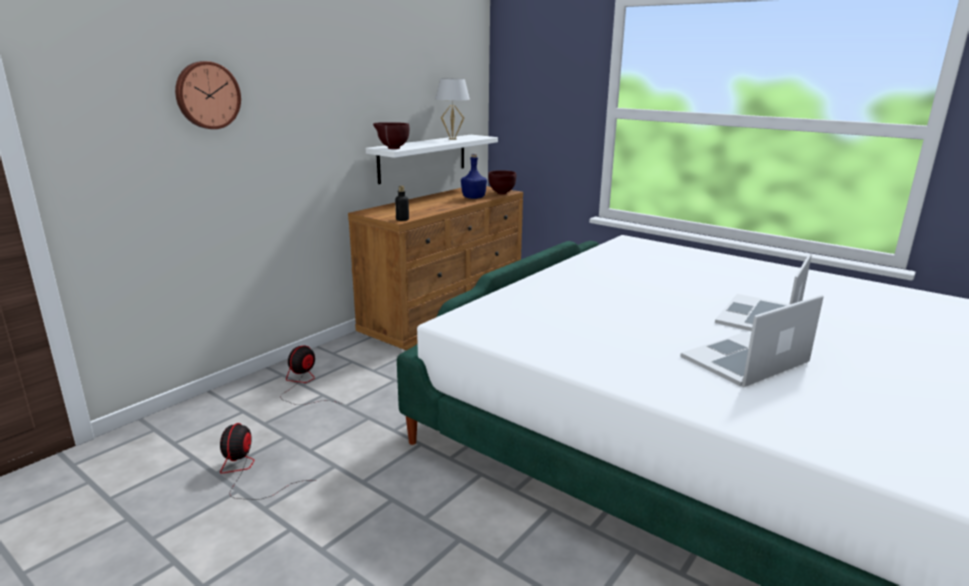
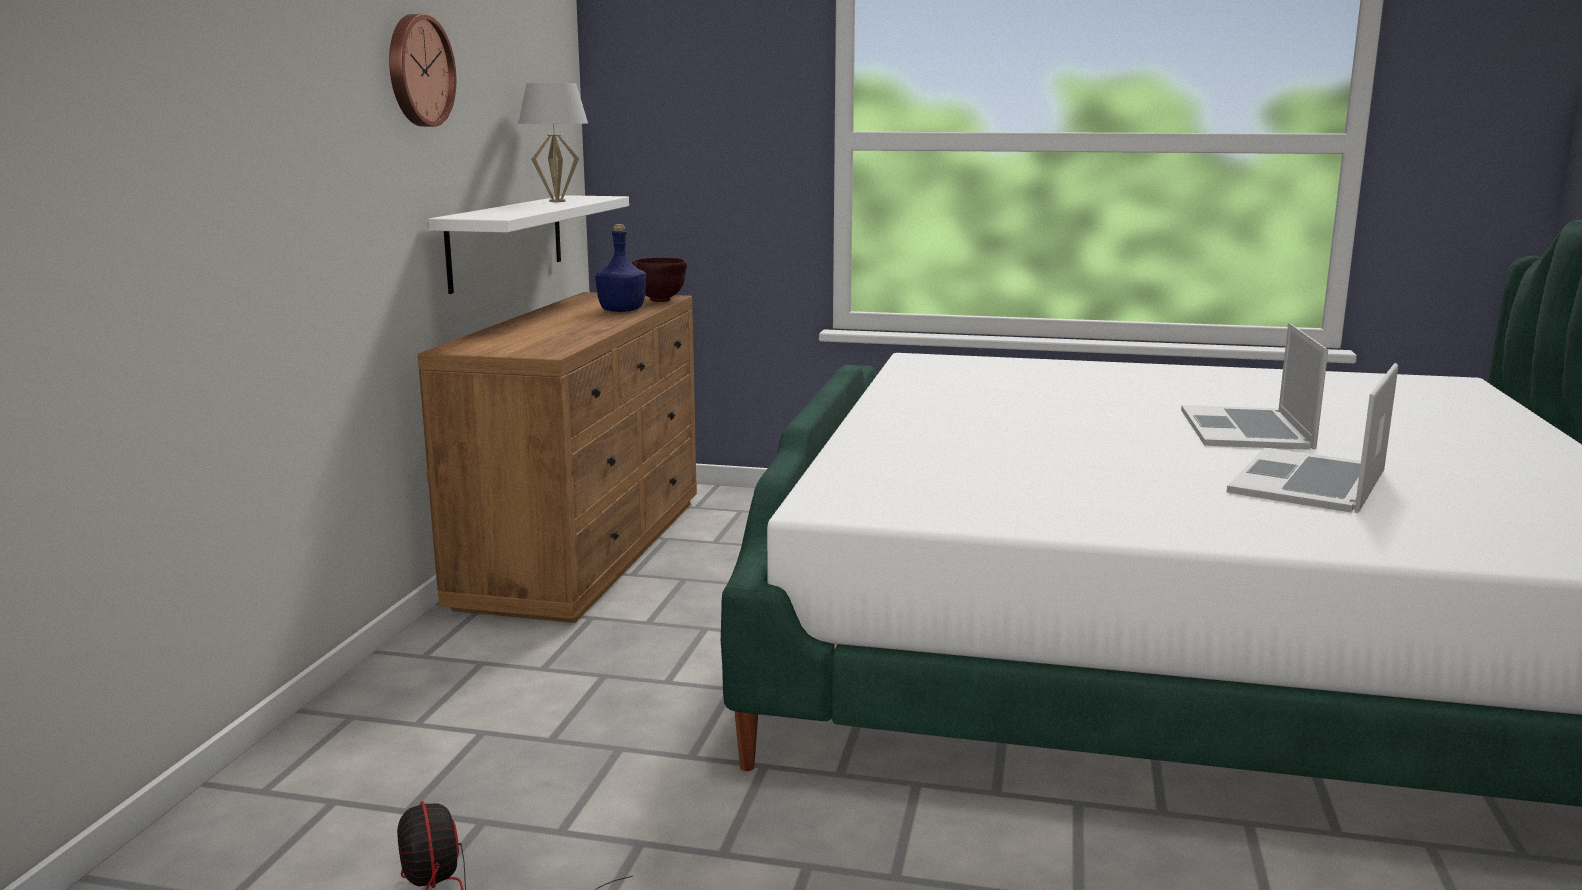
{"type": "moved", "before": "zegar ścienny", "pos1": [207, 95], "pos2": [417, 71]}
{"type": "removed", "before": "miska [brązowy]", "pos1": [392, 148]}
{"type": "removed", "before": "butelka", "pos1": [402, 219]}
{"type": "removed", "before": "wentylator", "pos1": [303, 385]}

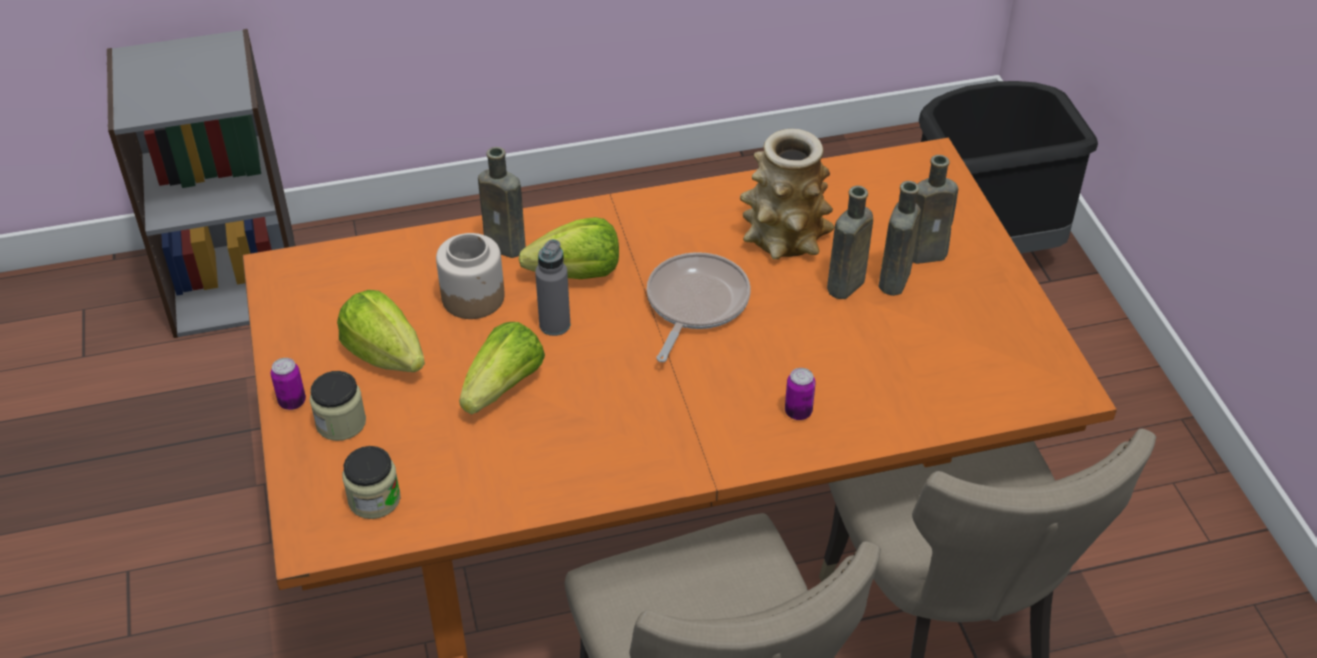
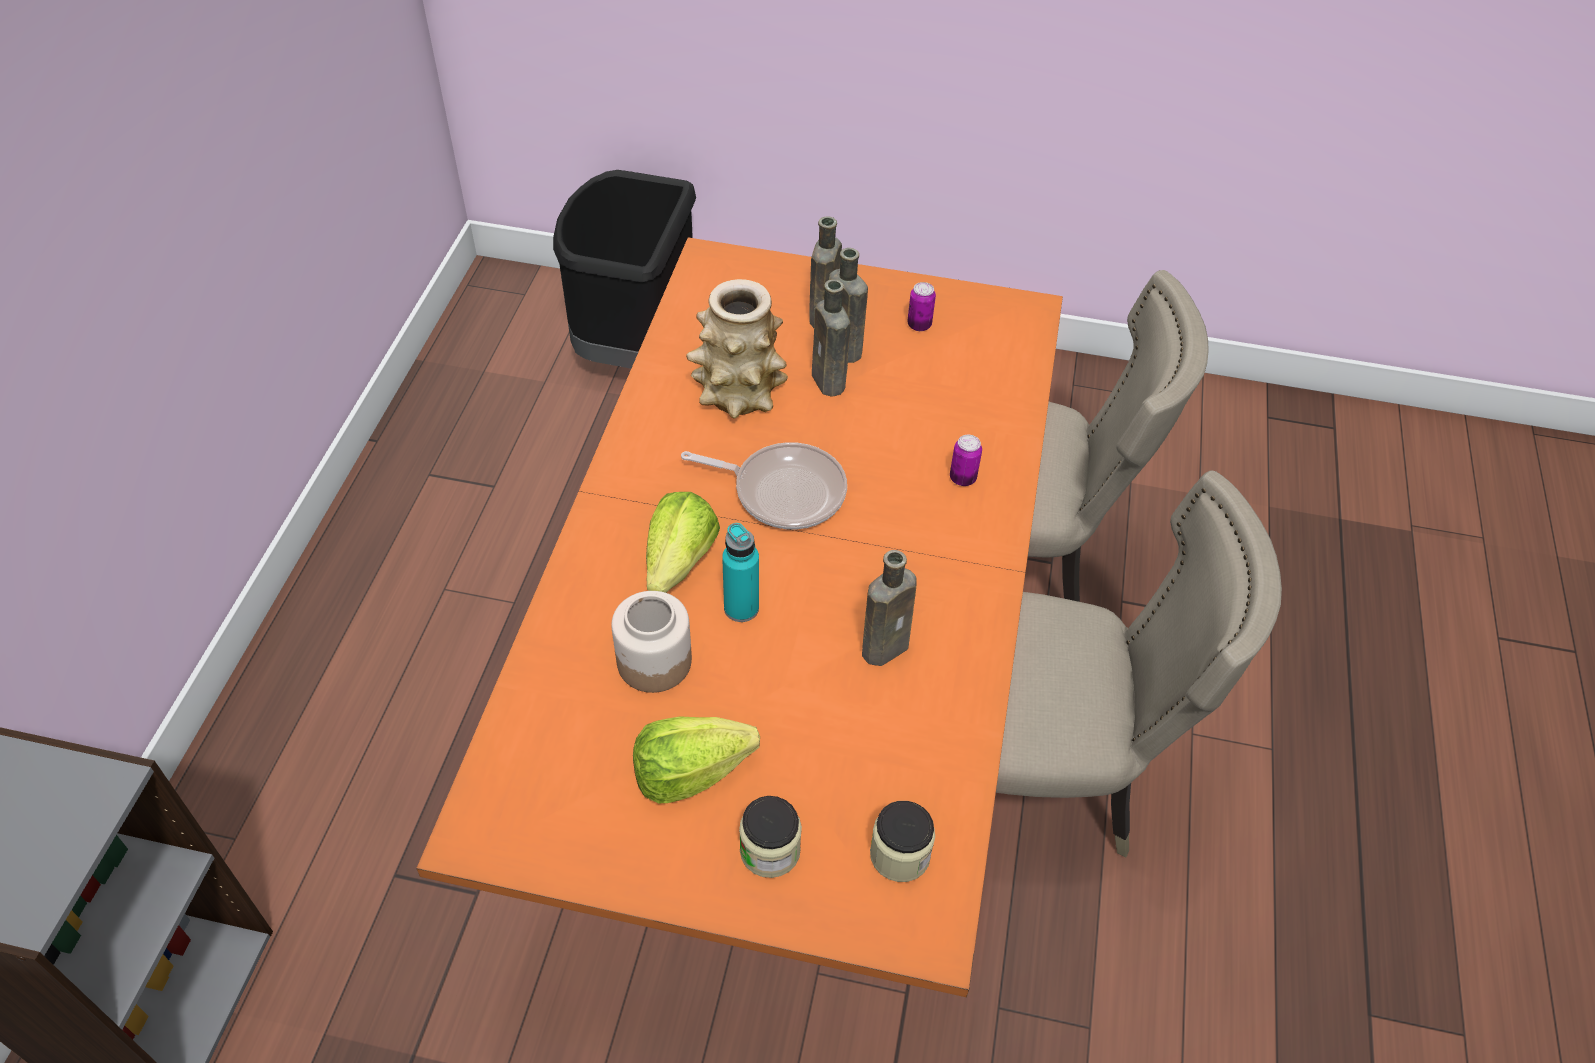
{"type": "moved", "before": "butelka [brązowy]", "pos1": [508, 247], "pos2": [887, 646]}
{"type": "recoloured", "before": "butelka [szary]", "after": "butelka [turkusowy]", "pos1": [554, 325], "pos2": [741, 608]}
{"type": "turned", "before": "patelnia", "pos1": [694, 304], "pos2": [783, 491], "turn": 150}
{"type": "removed", "before": "sałata", "pos1": [504, 387]}
{"type": "moved", "before": "puszka", "pos1": [292, 402], "pos2": [919, 325]}

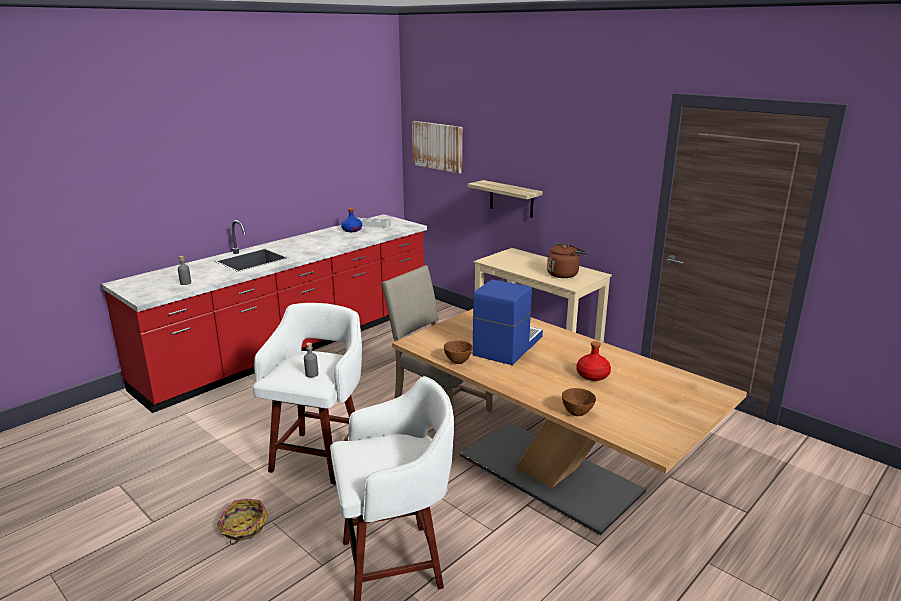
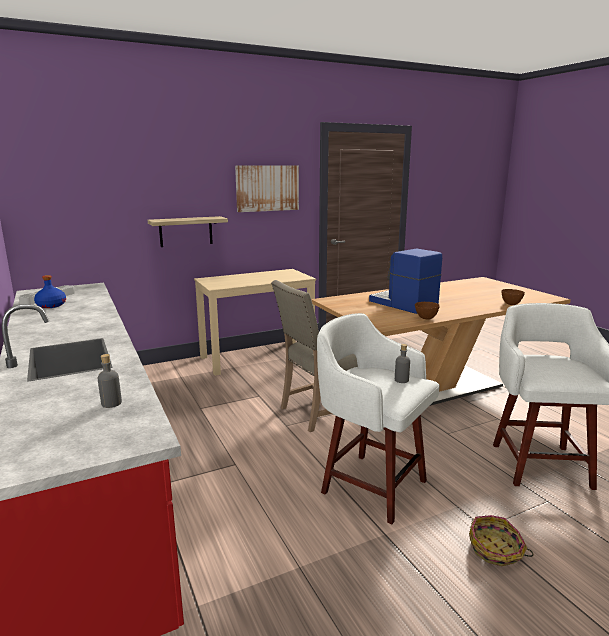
{"type": "moved", "before": "obraz", "pos1": [437, 146], "pos2": [267, 188]}
{"type": "removed", "before": "czajnik [brązowy]", "pos1": [564, 274]}
{"type": "removed", "before": "butelka [czerwony]", "pos1": [593, 375]}

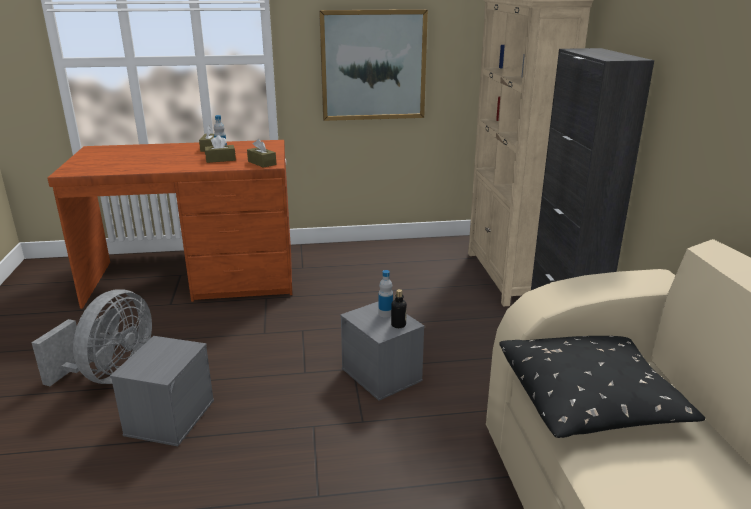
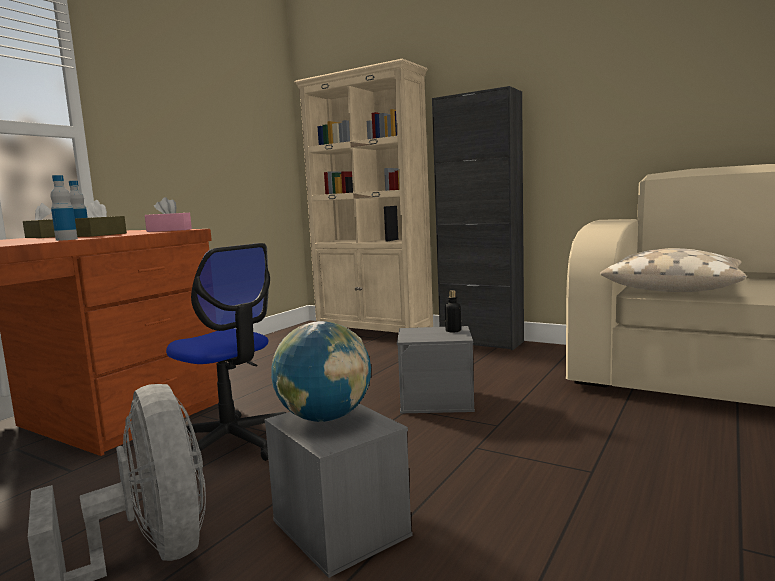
{"type": "removed", "before": "obraz", "pos1": [373, 65]}
{"type": "recoloured", "before": "pudełko chusteczek [brązowy]", "after": "pudełko chusteczek [różowy]", "pos1": [262, 163], "pos2": [169, 230]}
{"type": "moved", "before": "butelka", "pos1": [385, 313], "pos2": [66, 239]}
{"type": "recoloured", "before": "poduszka [czarny]", "after": "poduszka [beżowy]", "pos1": [590, 398], "pos2": [672, 286]}
{"type": "added", "after": "krzesło biurowe", "pos2": [232, 443]}
{"type": "added", "after": "globus", "pos2": [324, 418]}

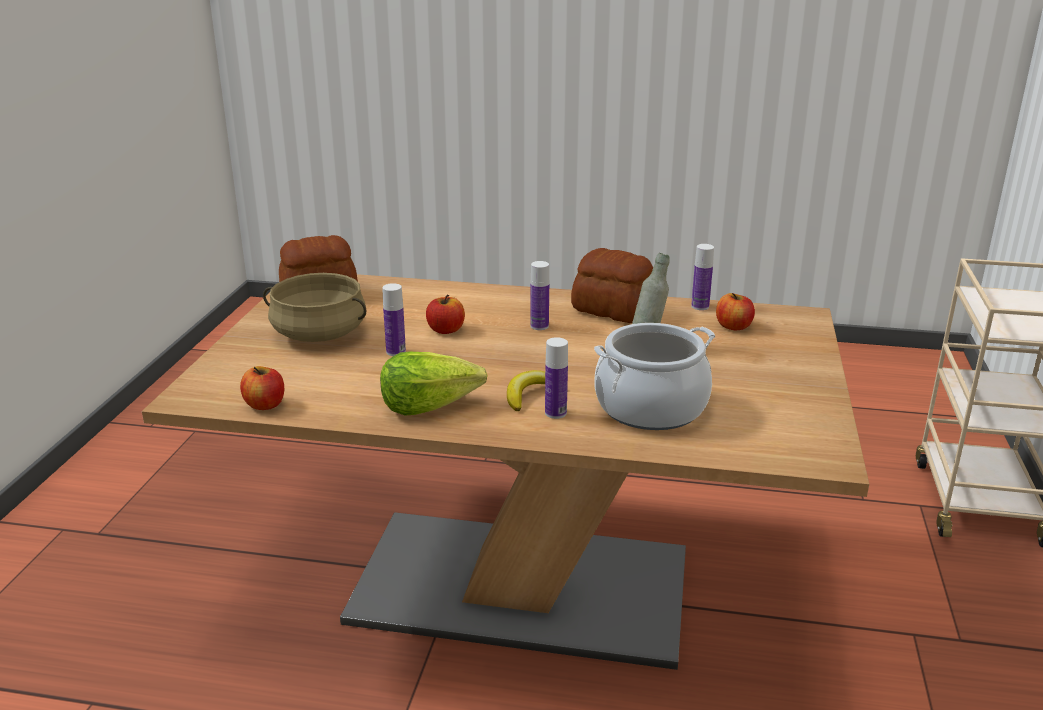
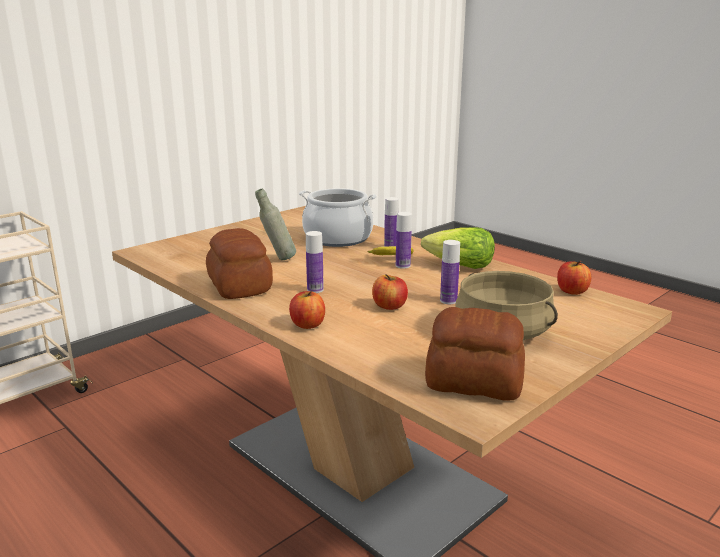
{"type": "moved", "before": "butelka", "pos1": [700, 306], "pos2": [403, 266]}
{"type": "moved", "before": "jabłko", "pos1": [733, 326], "pos2": [307, 324]}

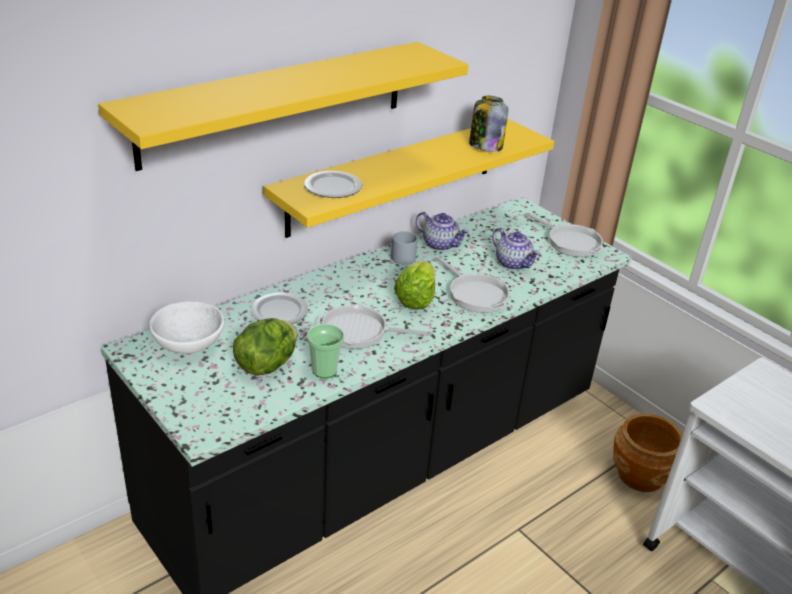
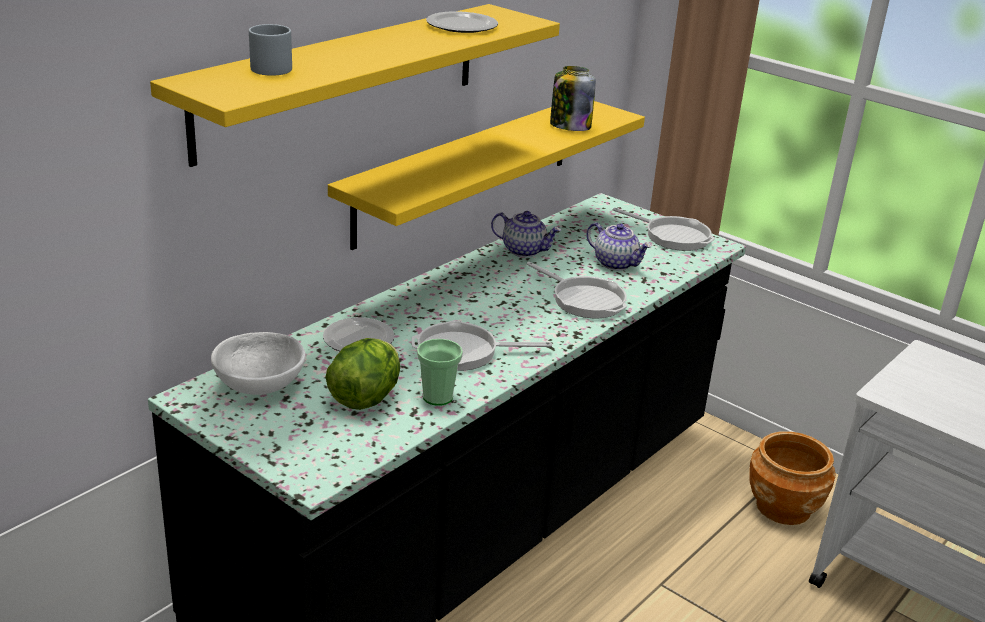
{"type": "moved", "before": "talerz", "pos1": [333, 187], "pos2": [462, 26]}
{"type": "moved", "before": "kubek [szary]", "pos1": [405, 256], "pos2": [274, 67]}
{"type": "removed", "before": "sałata", "pos1": [416, 299]}

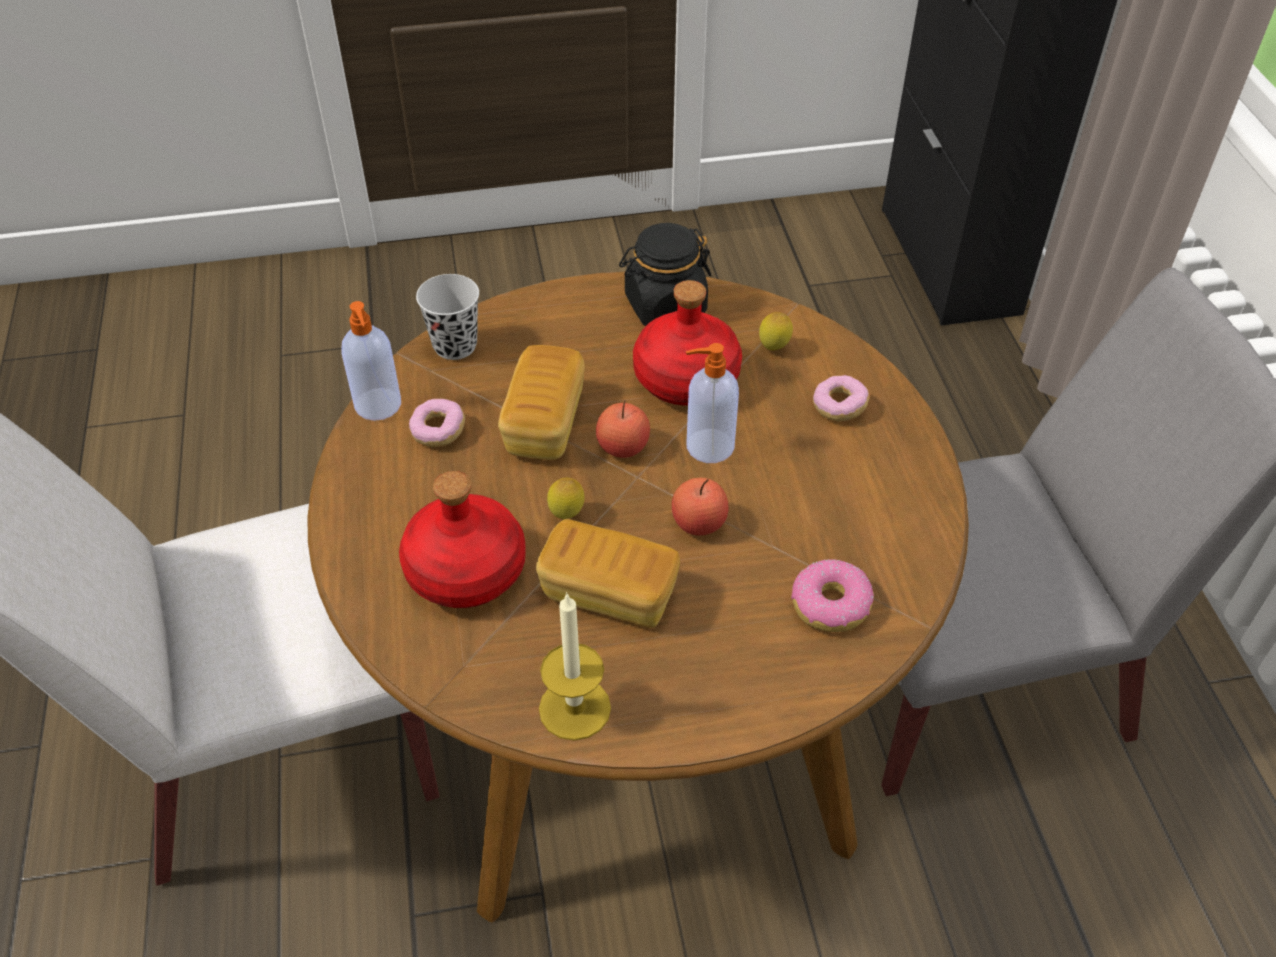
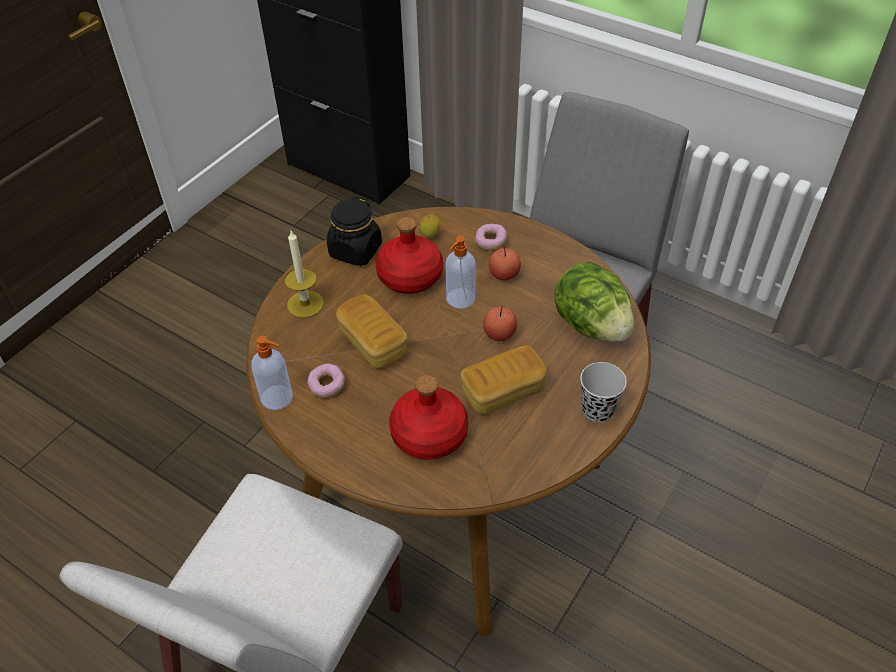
{"type": "moved", "before": "filiżanka [czarny]", "pos1": [455, 345], "pos2": [597, 410]}
{"type": "moved", "before": "jabłko", "pos1": [623, 447], "pos2": [504, 274]}
{"type": "removed", "before": "cytryna", "pos1": [567, 515]}
{"type": "replaced", "before": "donut", "after": "sałata", "pos1": [830, 604], "pos2": [591, 325]}
{"type": "moved", "before": "świeca", "pos1": [574, 708], "pos2": [305, 304]}

